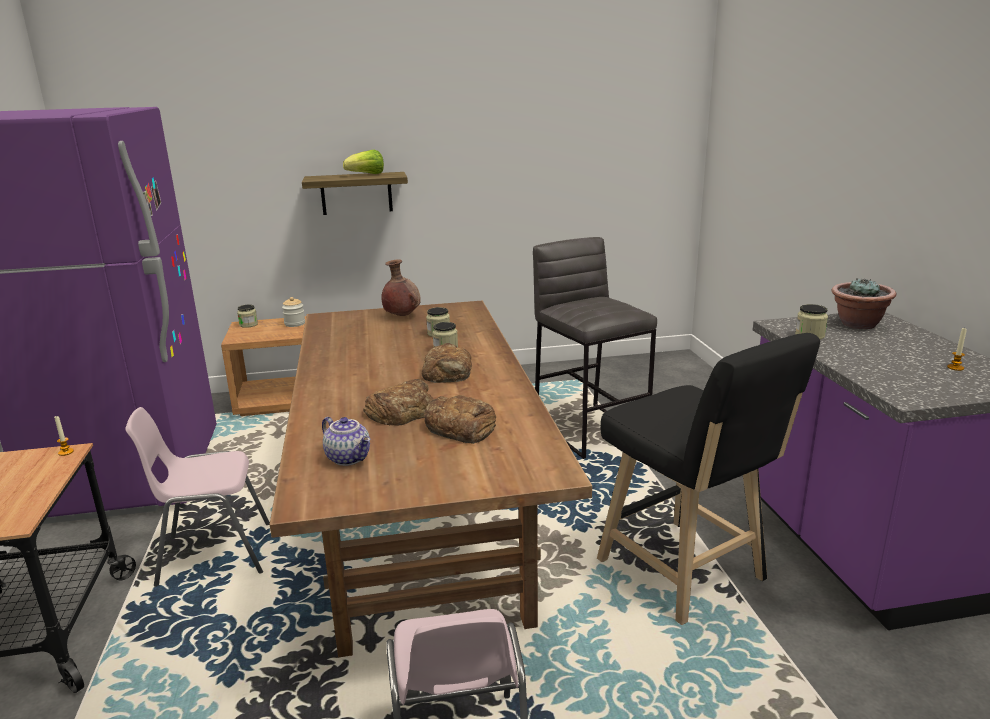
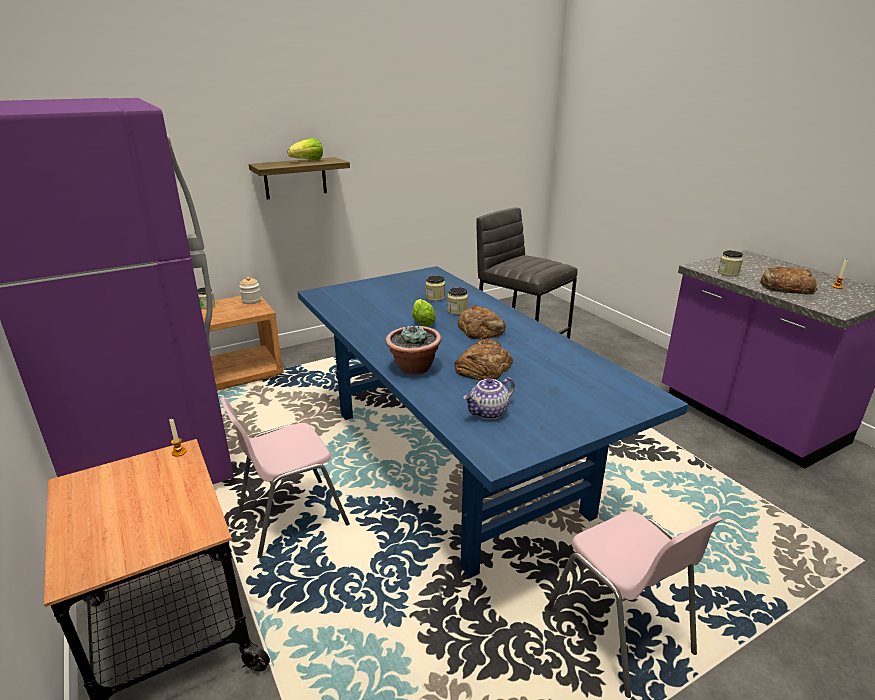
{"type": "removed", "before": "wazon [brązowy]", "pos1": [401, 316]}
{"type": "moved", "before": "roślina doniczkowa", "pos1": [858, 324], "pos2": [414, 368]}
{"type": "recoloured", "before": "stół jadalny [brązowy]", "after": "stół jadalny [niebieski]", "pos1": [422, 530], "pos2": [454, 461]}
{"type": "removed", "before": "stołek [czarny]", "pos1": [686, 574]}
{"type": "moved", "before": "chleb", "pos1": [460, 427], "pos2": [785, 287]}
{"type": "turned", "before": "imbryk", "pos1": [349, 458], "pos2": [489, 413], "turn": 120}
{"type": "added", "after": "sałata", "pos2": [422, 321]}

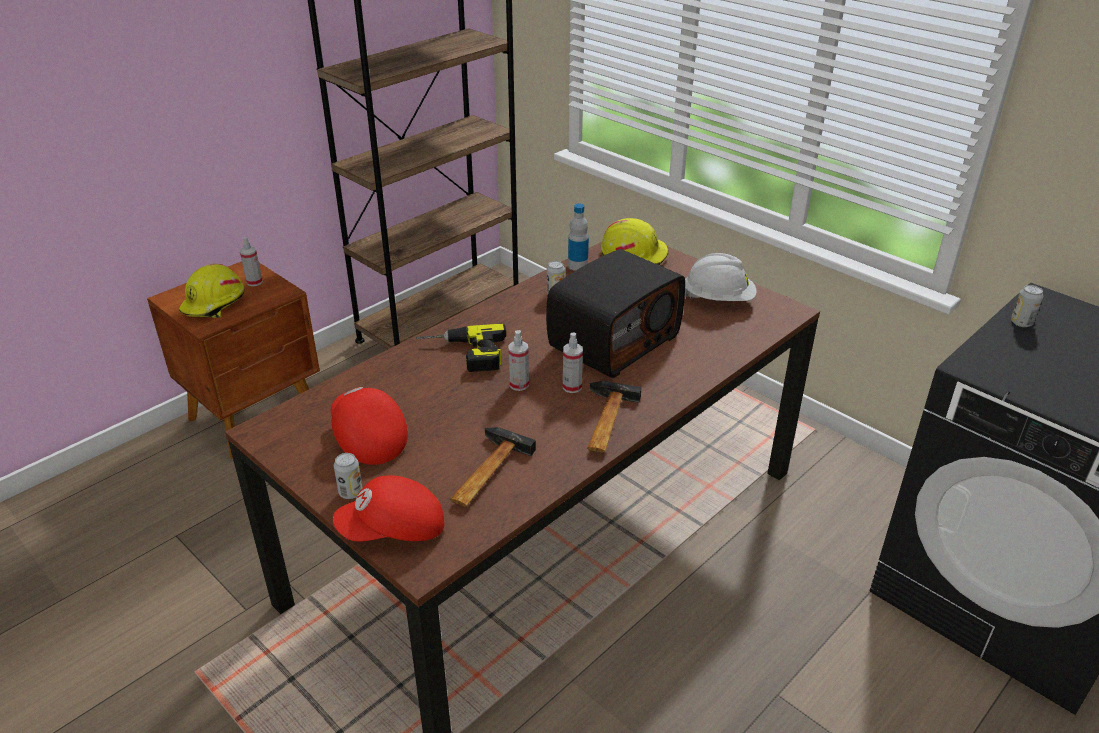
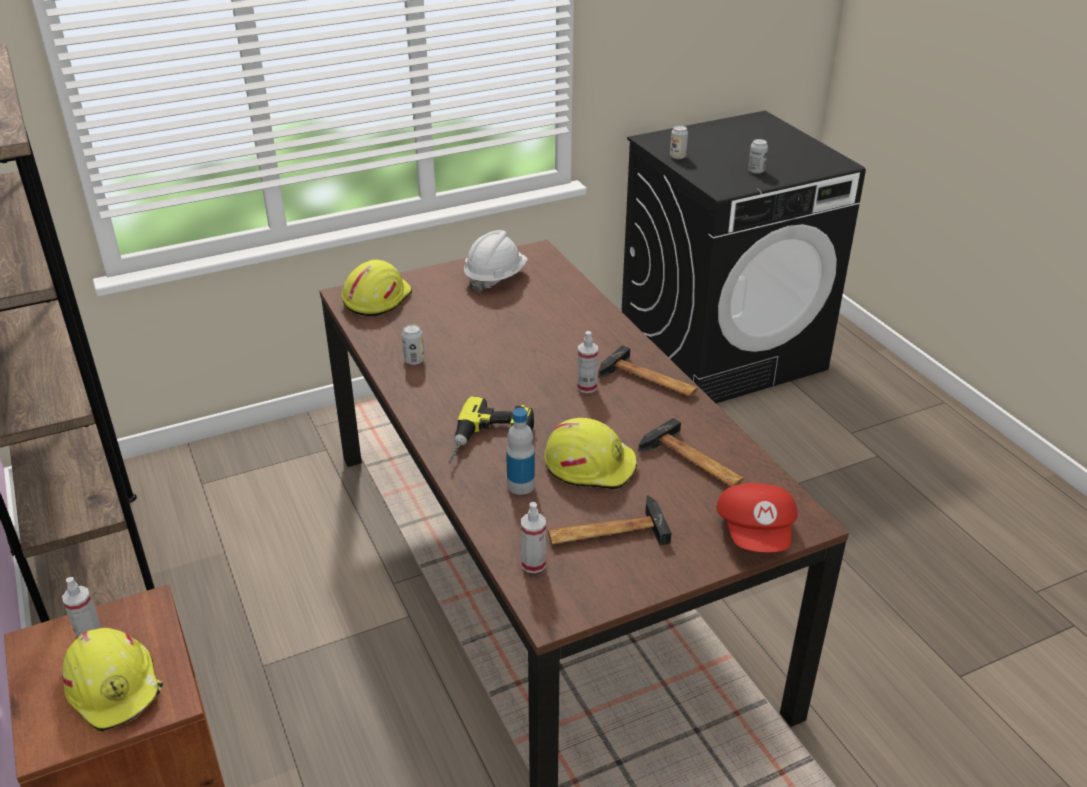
{"type": "moved", "before": "butelka", "pos1": [578, 266], "pos2": [521, 485]}
{"type": "removed", "before": "radio", "pos1": [613, 340]}
{"type": "moved", "before": "spryskiwacz", "pos1": [519, 384], "pos2": [533, 564]}
{"type": "replaced", "before": "czapka z daszkiem [czerwony]", "after": "młotek", "pos1": [367, 438], "pos2": [605, 531]}
{"type": "moved", "before": "puszka", "pos1": [350, 492], "pos2": [756, 171]}
{"type": "added", "after": "kask [żółty]", "pos2": [590, 465]}

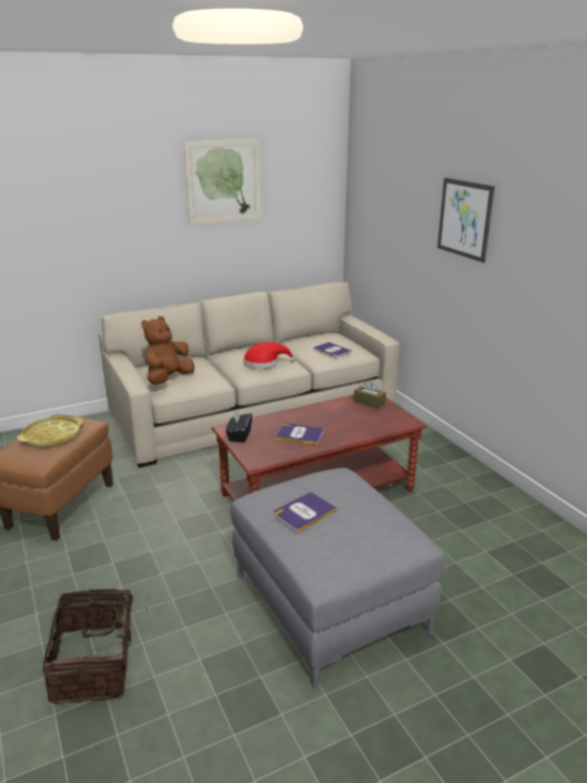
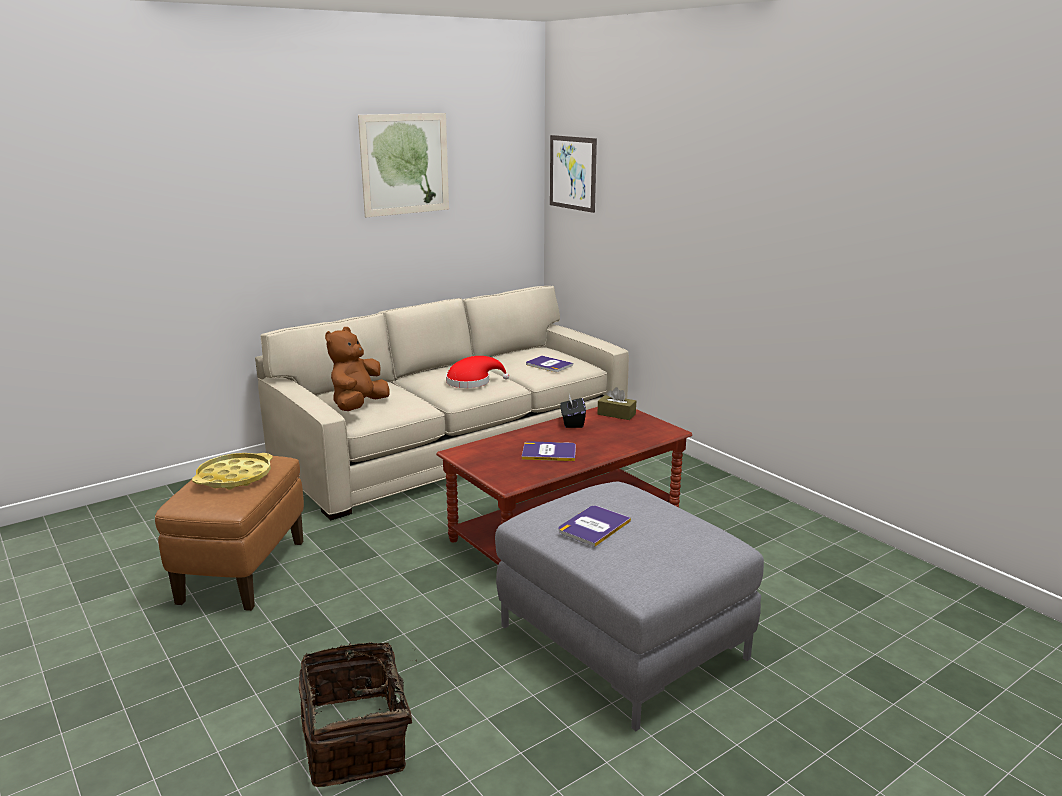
{"type": "moved", "before": "obraz", "pos1": [464, 219], "pos2": [572, 173]}
{"type": "moved", "before": "pudełko chusteczek [czarny]", "pos1": [239, 435], "pos2": [572, 422]}

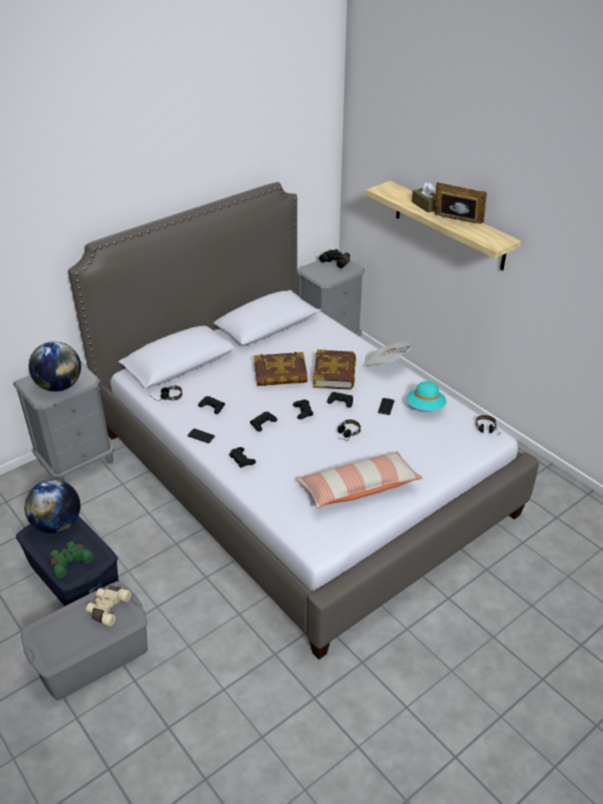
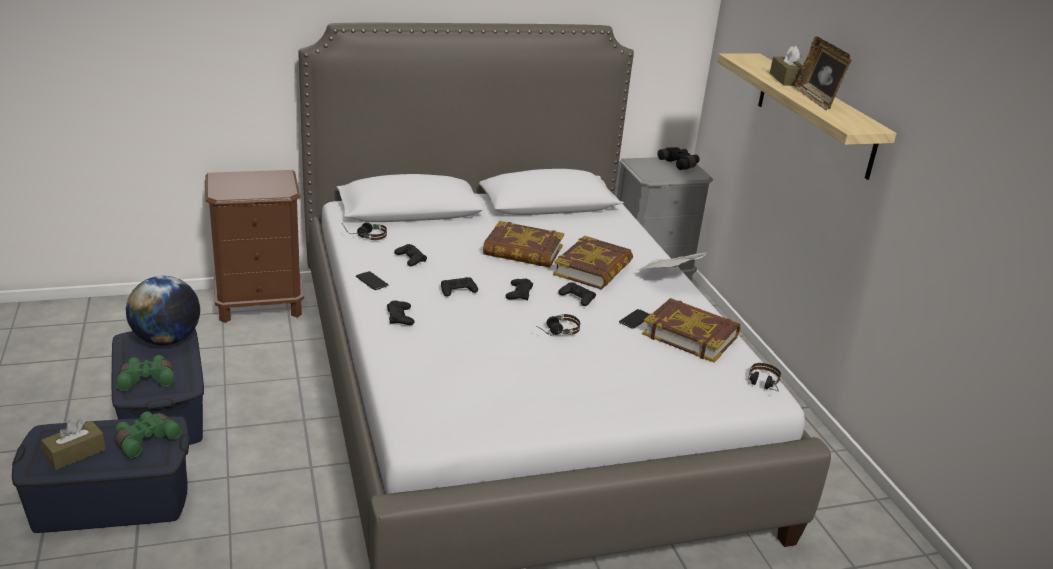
{"type": "turned", "before": "ramka na zdjęcie", "pos1": [457, 222], "pos2": [816, 99], "turn": -150}
{"type": "removed", "before": "globus", "pos1": [59, 386]}
{"type": "recoloured", "before": "szafka nocna [szary]", "after": "szafka nocna [brązowy]", "pos1": [76, 462], "pos2": [260, 304]}
{"type": "replaced", "before": "kapelusz [turkusowy]", "after": "książka", "pos1": [425, 407], "pos2": [690, 335]}
{"type": "removed", "before": "poduszka", "pos1": [358, 488]}
{"type": "recoloured", "before": "pojemnik do przechowywania [szary]", "after": "pojemnik do przechowywania [niebieski]", "pos1": [92, 655], "pos2": [112, 501]}
{"type": "recoloured", "before": "lornetka [beżowy]", "after": "lornetka [zielony]", "pos1": [107, 608], "pos2": [145, 439]}
{"type": "added", "after": "pudełko chusteczek [brązowy]", "pos2": [75, 453]}

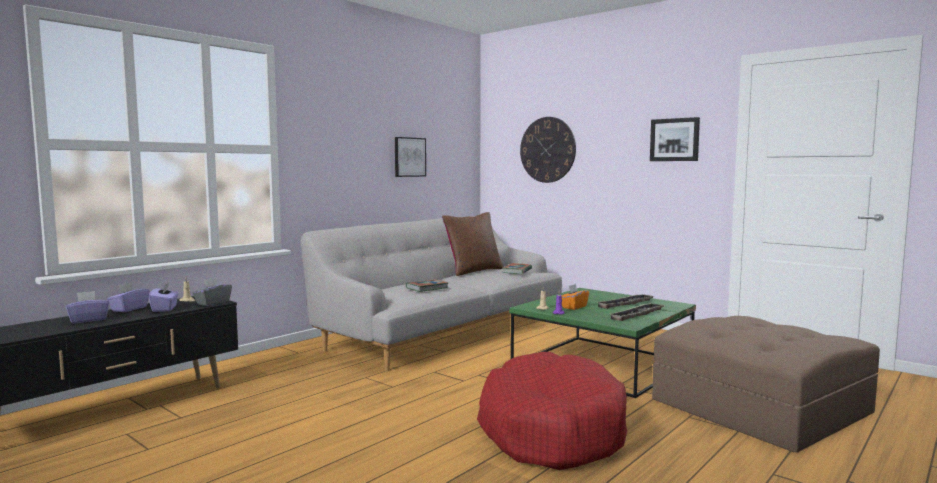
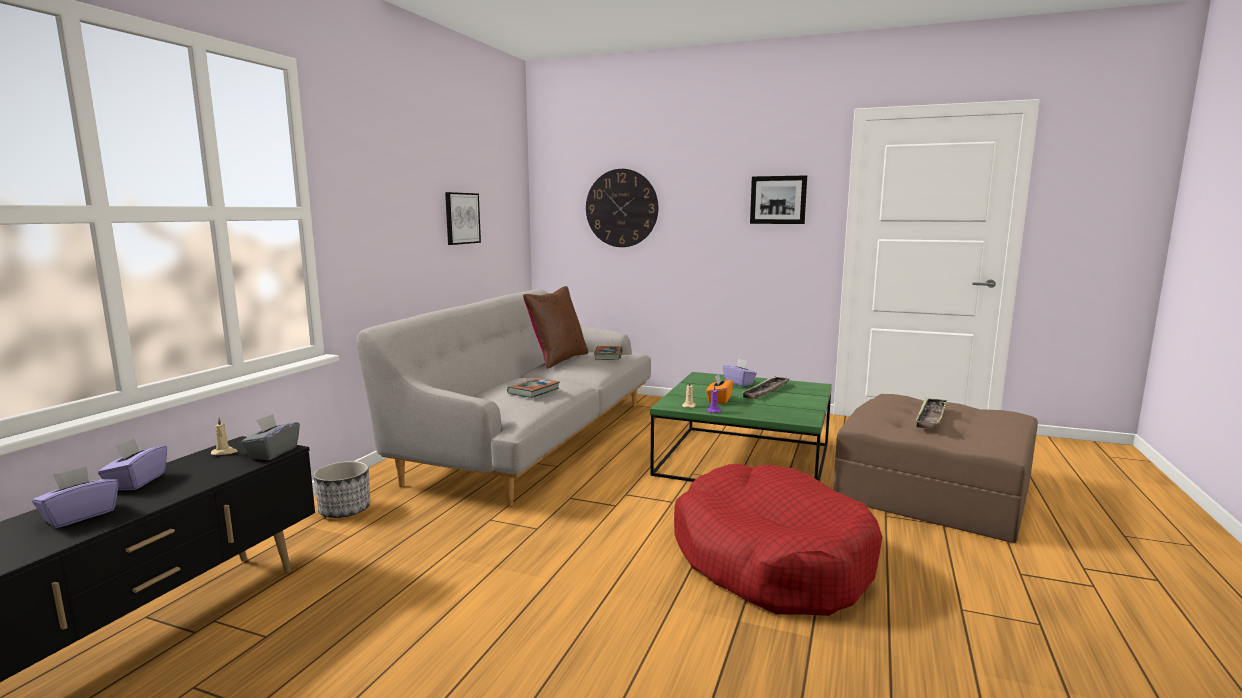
{"type": "moved", "before": "pudełko chusteczek [fioletowy]", "pos1": [165, 309], "pos2": [739, 383]}
{"type": "moved", "before": "taca", "pos1": [637, 315], "pos2": [931, 417]}
{"type": "added", "after": "donica", "pos2": [345, 510]}

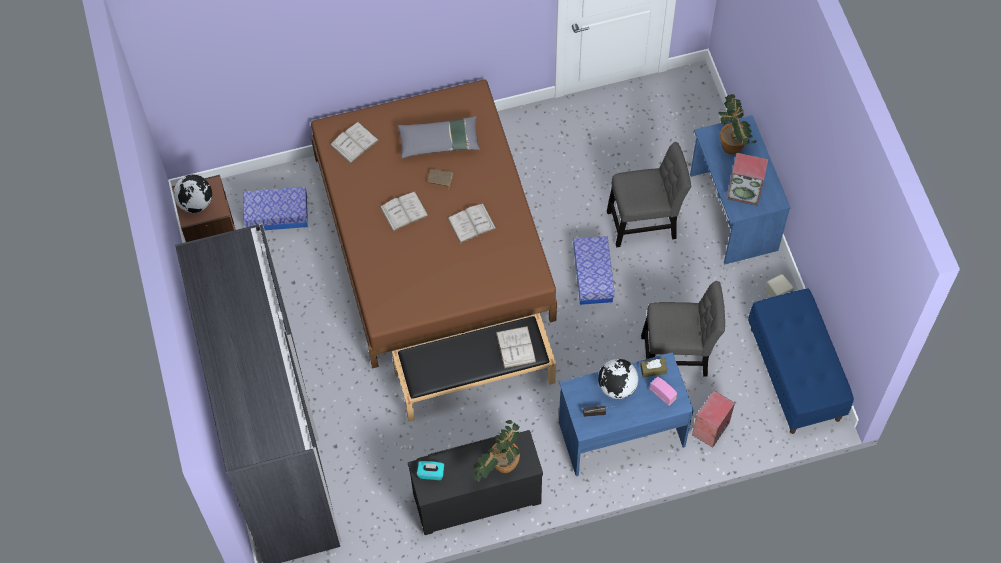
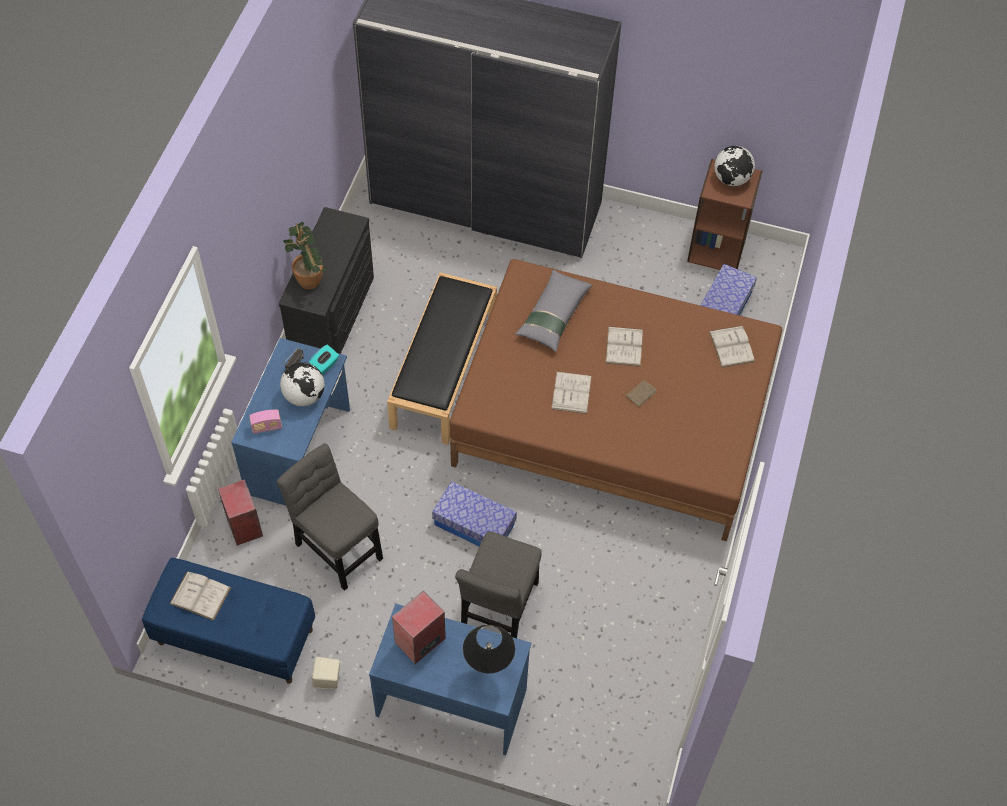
{"type": "replaced", "before": "roślina doniczkowa", "after": "lampa stołowa [czarny]", "pos1": [732, 142], "pos2": [488, 669]}
{"type": "moved", "before": "poduszka [szary]", "pos1": [439, 142], "pos2": [553, 315]}
{"type": "turned", "before": "krzesło [szary]", "pos1": [678, 354], "pos2": [336, 547], "turn": 105}
{"type": "moved", "before": "książka [biały]", "pos1": [516, 347], "pos2": [200, 595]}
{"type": "removed", "before": "pudełko chusteczek [brązowy]", "pos1": [653, 369]}
{"type": "moved", "before": "pudełko chusteczek [turkusowy]", "pos1": [431, 473], "pos2": [325, 365]}

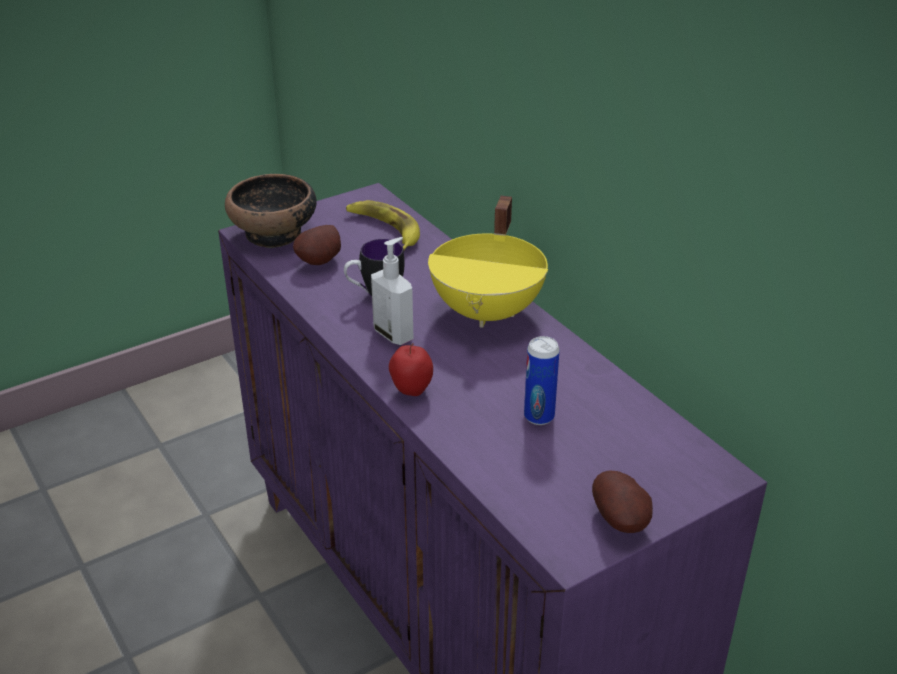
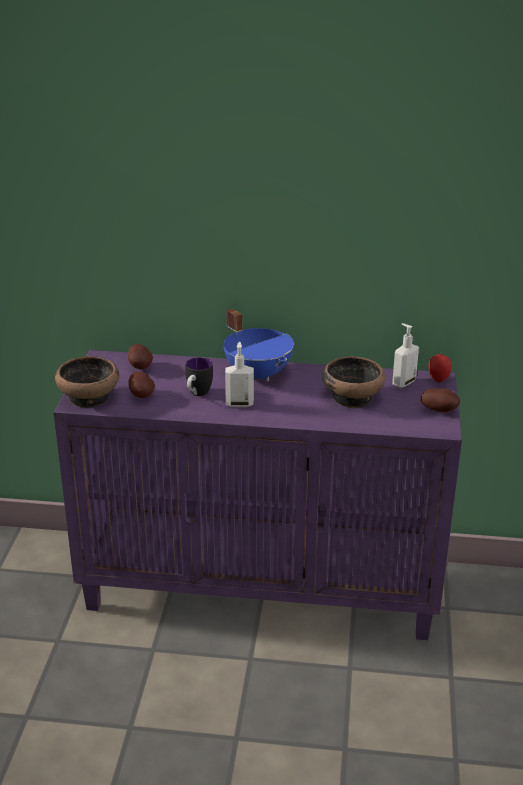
{"type": "recoloured", "before": "garnek [żółty]", "after": "garnek [niebieski]", "pos1": [489, 312], "pos2": [259, 374]}
{"type": "replaced", "before": "banan", "after": "ziemniak", "pos1": [385, 229], "pos2": [141, 367]}
{"type": "replaced", "before": "puszka", "after": "miska", "pos1": [539, 416], "pos2": [352, 397]}
{"type": "moved", "before": "jabłko", "pos1": [411, 390], "pos2": [438, 380]}
{"type": "added", "after": "dozownik mydła", "pos2": [403, 382]}

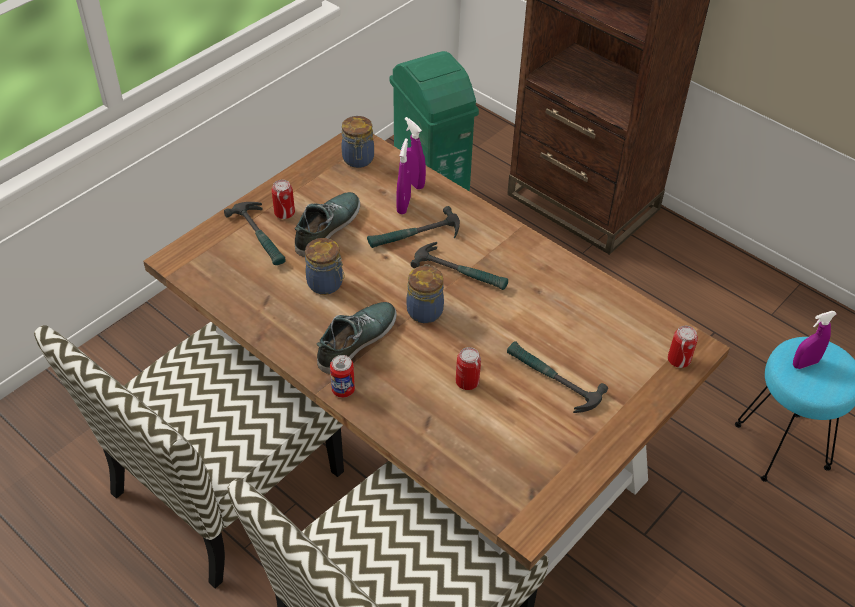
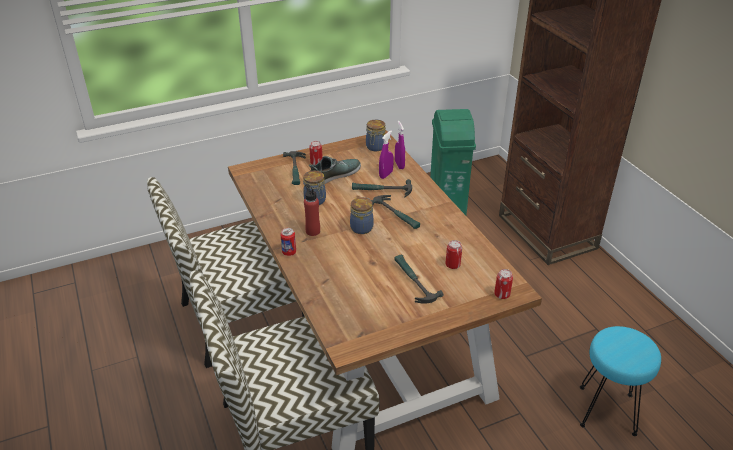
{"type": "replaced", "before": "but", "after": "butelka [czerwony]", "pos1": [356, 340], "pos2": [313, 231]}
{"type": "removed", "before": "spryskiwacz [fioletowy]", "pos1": [805, 363]}
{"type": "moved", "before": "puszka", "pos1": [467, 382], "pos2": [452, 265]}

